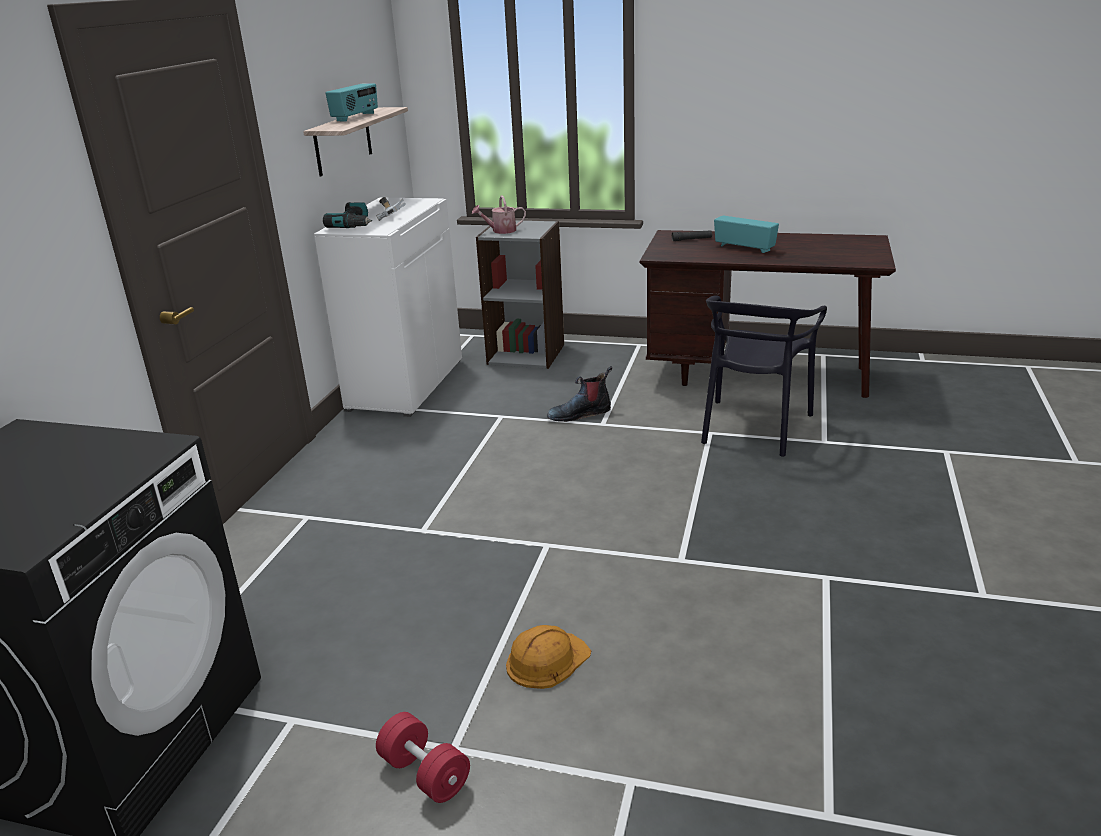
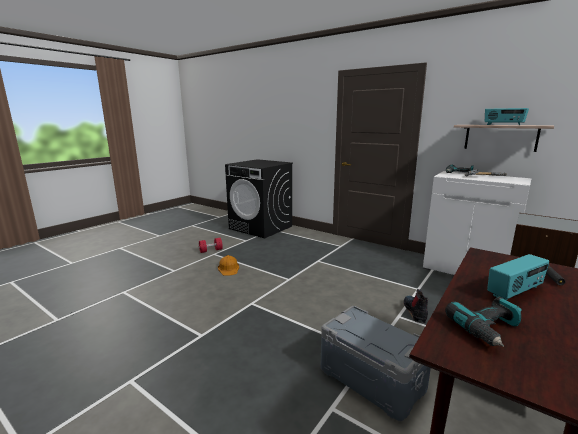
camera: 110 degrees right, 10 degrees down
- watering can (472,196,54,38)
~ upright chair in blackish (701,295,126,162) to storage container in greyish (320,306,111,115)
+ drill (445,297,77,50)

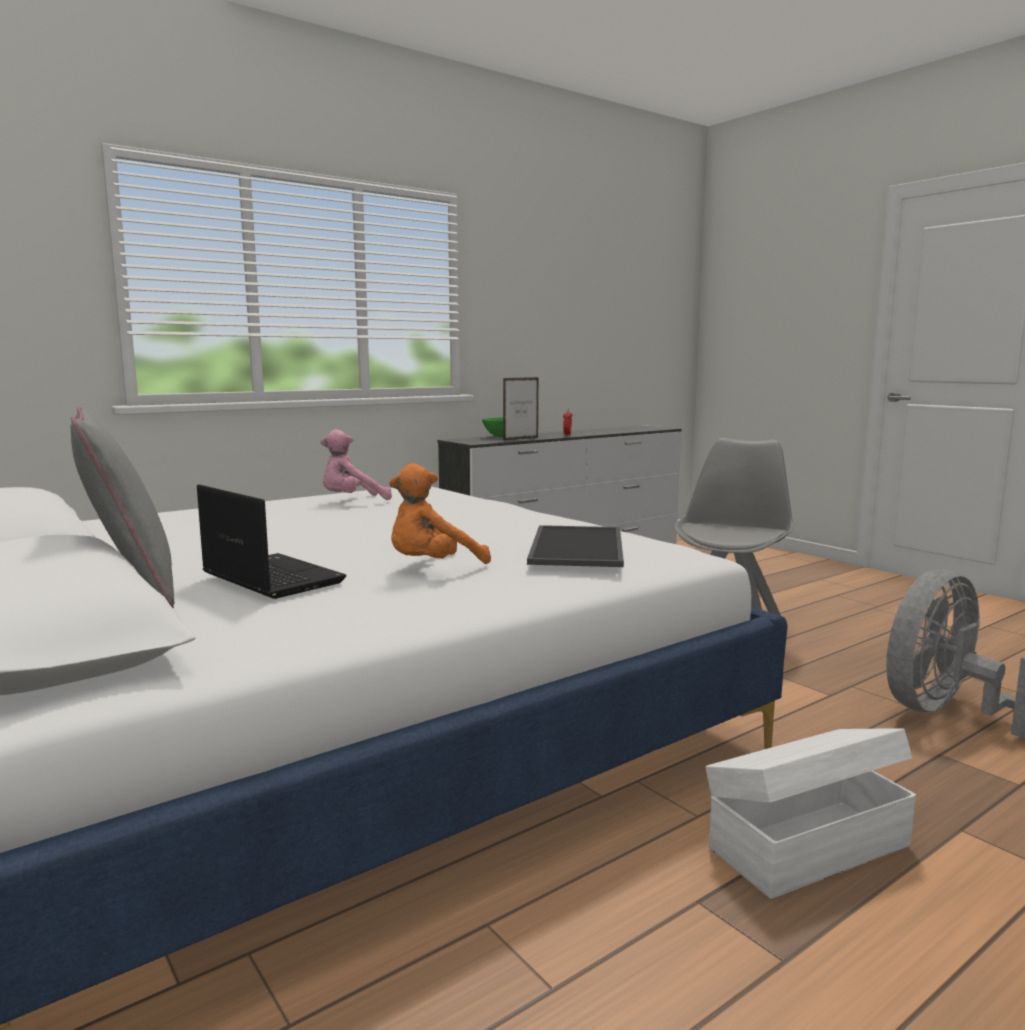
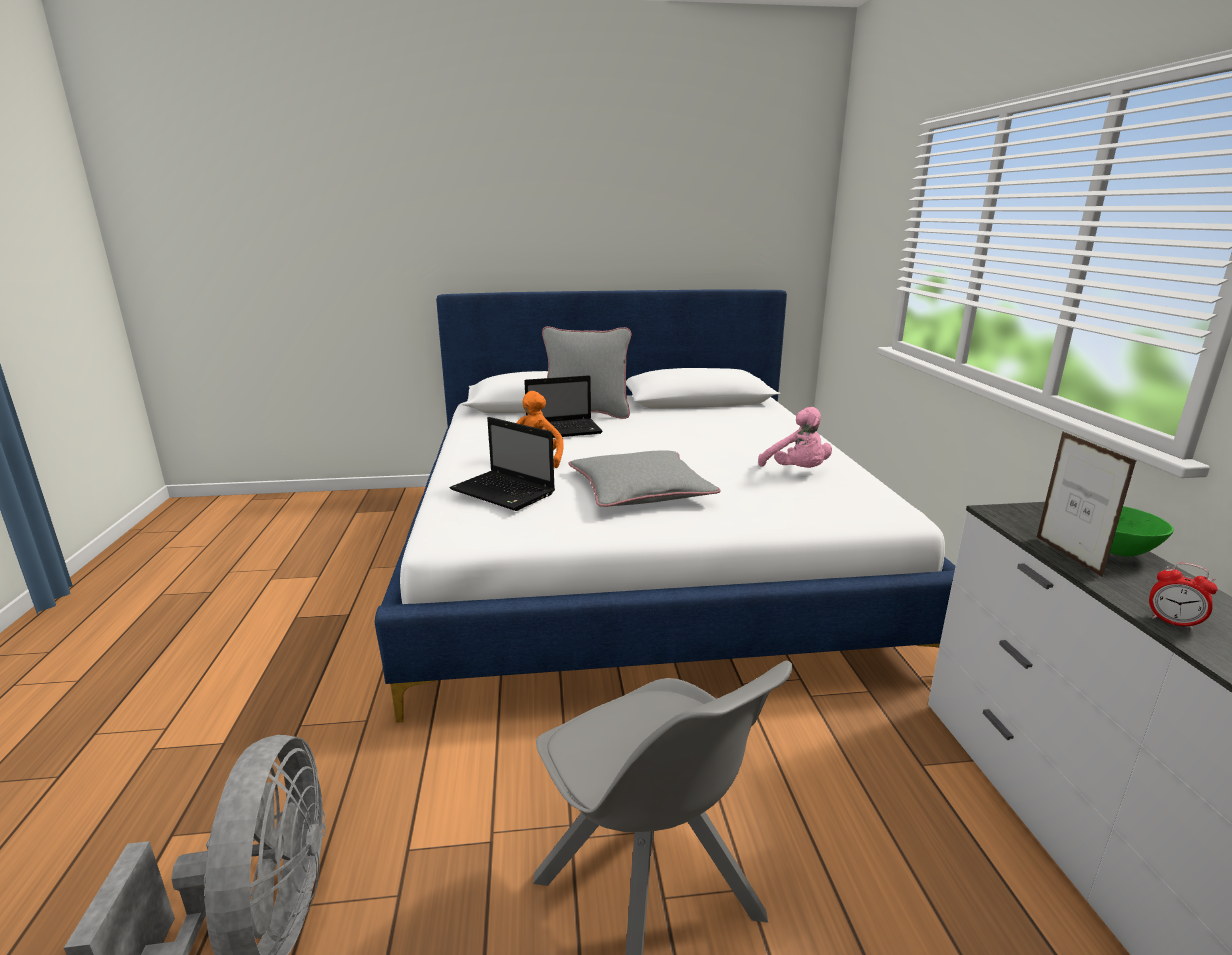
camera: 120 degrees right, 10 degrees up
~ cuddly toy in pink (321,429,71,71) = (758,407,74,61) 150 degrees clockwise
~ carrying tray (527,525,97,42) to laptop (450,417,105,94)
- storage container in white-coloured (705,729,211,170)
+ throw pillow in greyish (569,450,151,57)

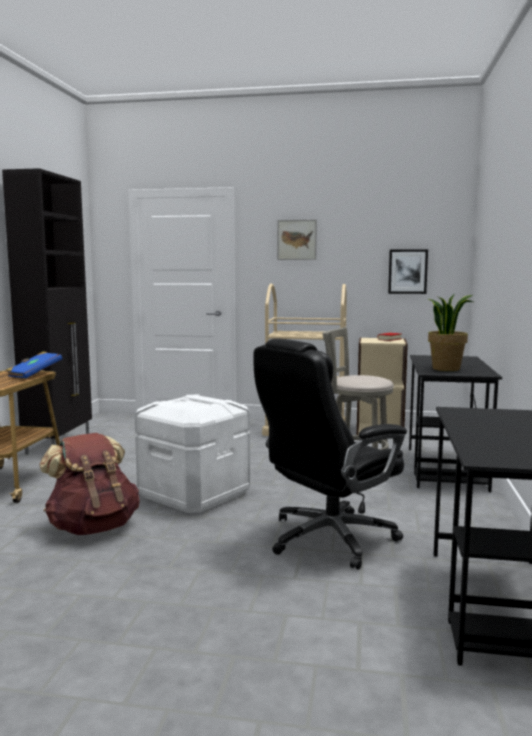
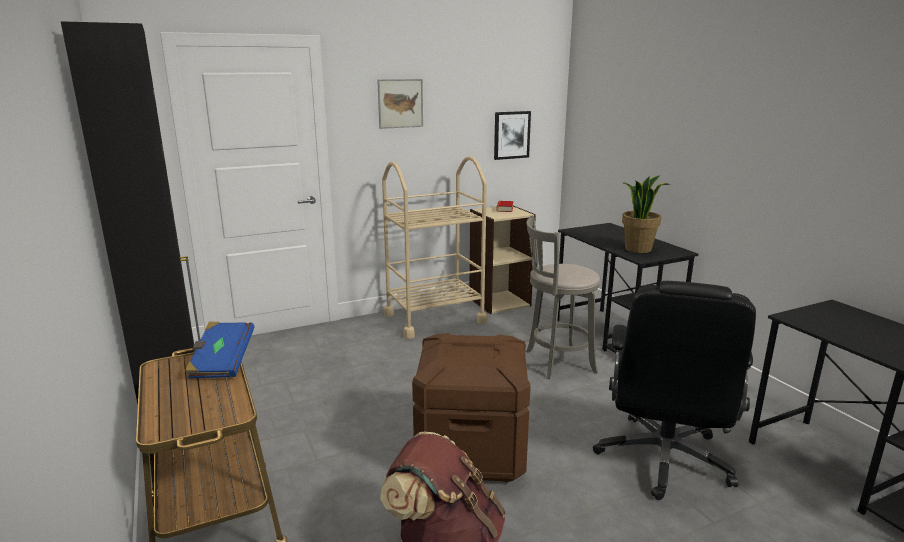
camera: 35 degrees left, 10 degrees up
~ storage container in white-coloured (135,394,115,119) to storage container in brownish (412,333,119,149)

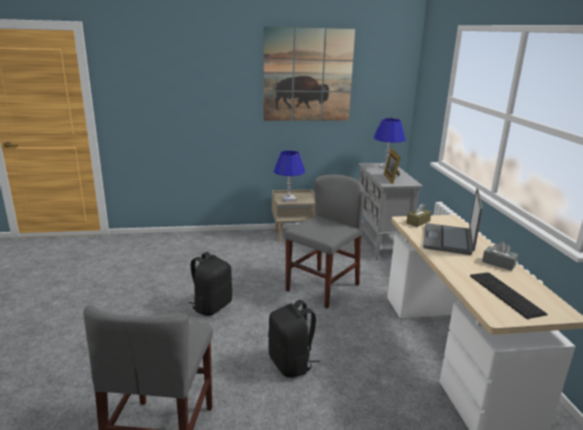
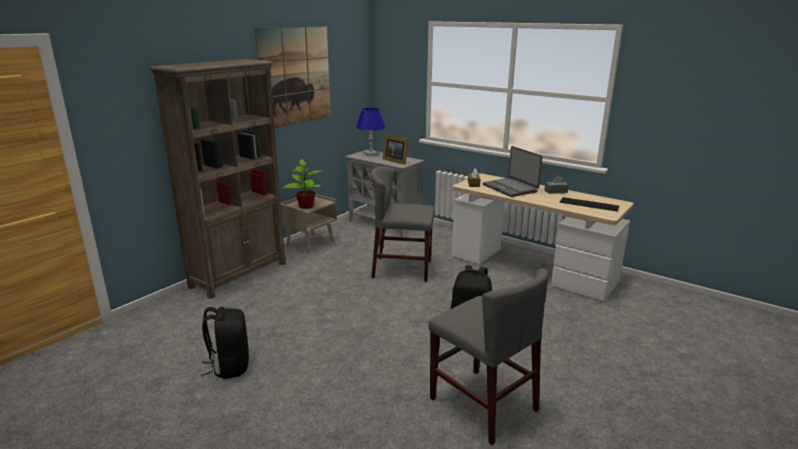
camera: 45 degrees left, 0 degrees up
~ table lamp in blue-coloured (274,150,31,51) to plant in a pot (282,158,39,51)
~ upright chair in greyish (284,175,81,133) = (371,166,64,116) 75 degrees counterclockwise
~ knapsack in blackish (189,252,43,64) to (201,307,48,72)
+ bookshelf in brownish (149,59,137,240)

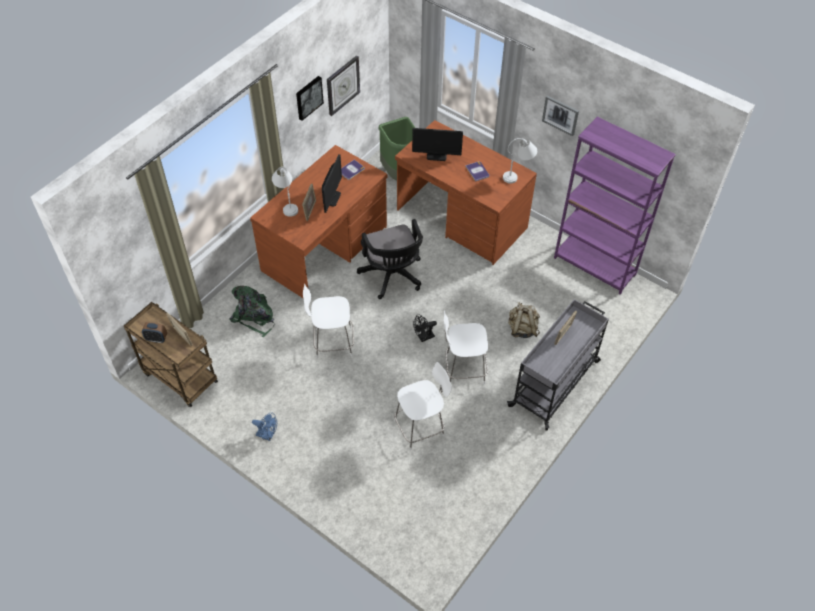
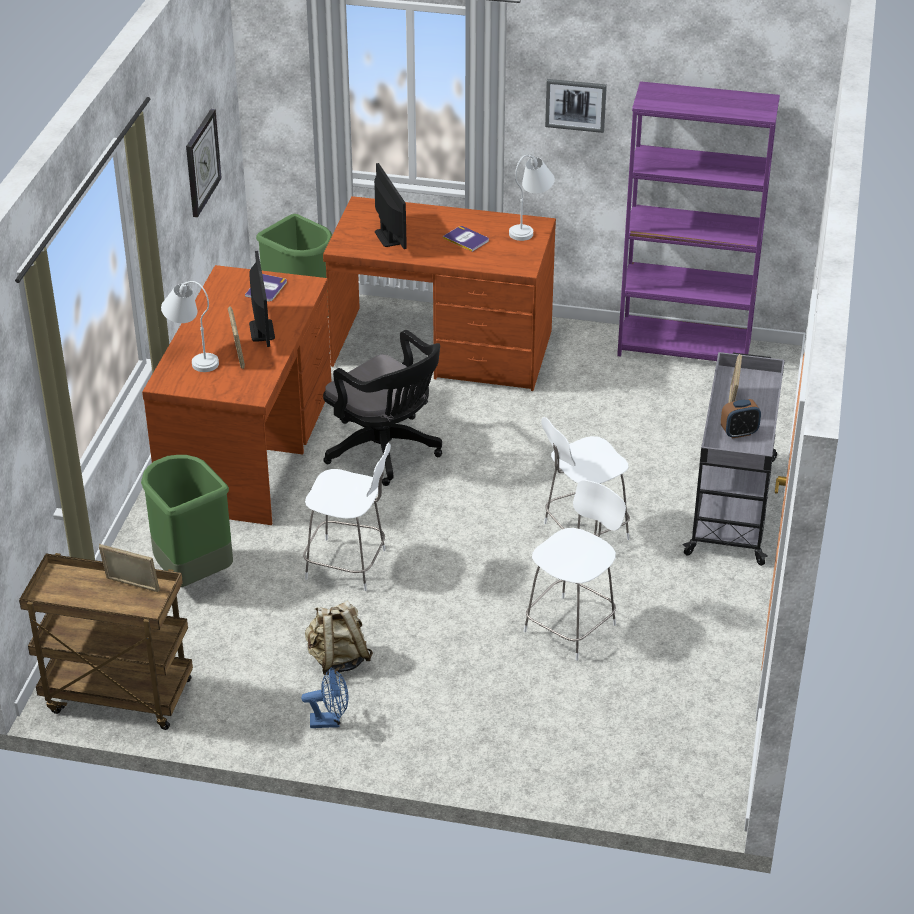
camera: 25 degrees left, 15 degrees down
- picture (296,76,28,45)
~ computer display (412,128,51,33) = (374,163,33,86) 90 degrees counterclockwise
~ upright chair in white-coloured (303,284,51,74) = (303,443,88,148) 135 degrees counterclockwise
~ knapsack in green (229,286,45,51) to waste bin in green (141,455,92,132)
~ knapsack in sand-coloured (508,302,32,36) to (305,600,68,75)
- cooling fan in blackish (413,314,24,28)
~ table clock (142,322,25,21) to (721,399,40,39)

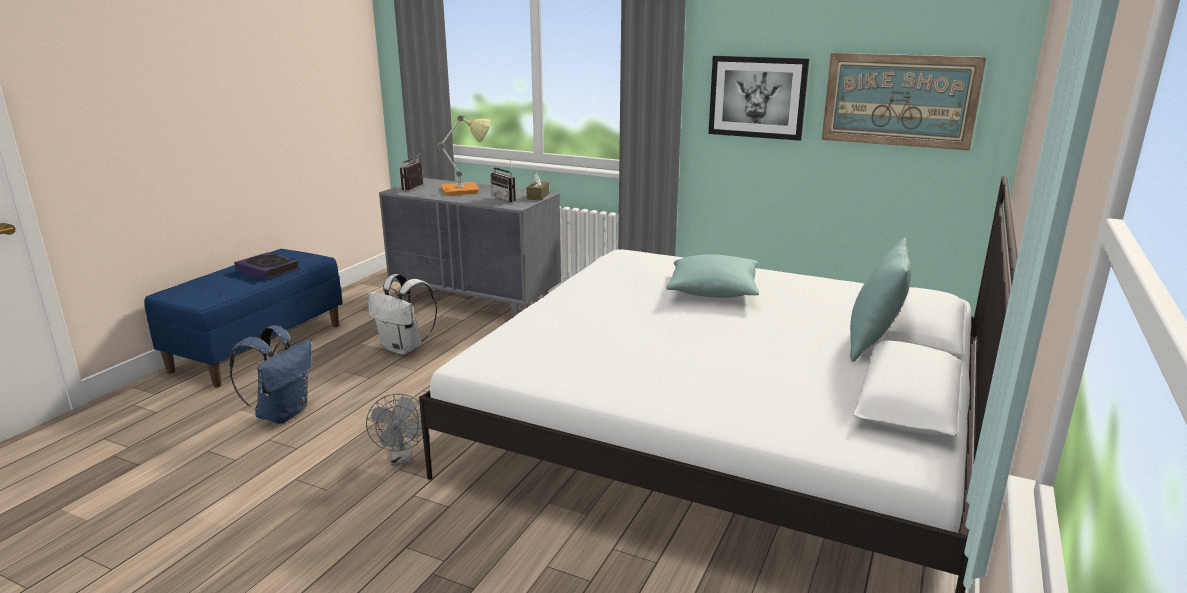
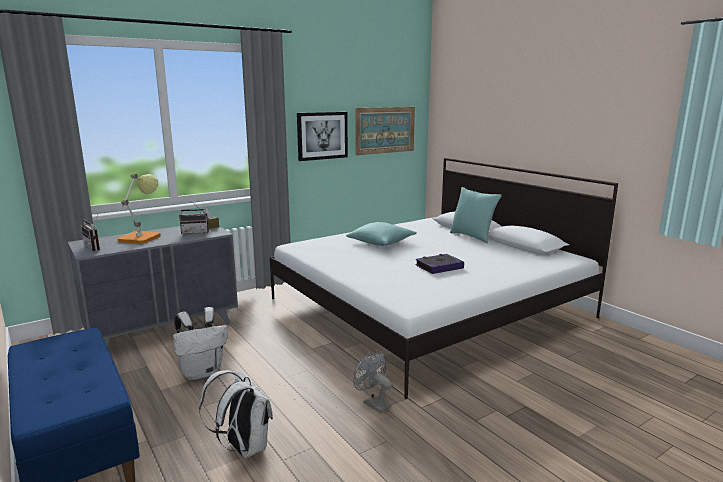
camera: 60 degrees left, 5 degrees down
~ volume (234,252,66,28) to (415,254,49,20)
~ knapsack in blue-coloured (230,325,82,99) to knapsack in white-coloured (199,370,74,88)
~ cooling fan in greyish (366,394,57,72) = (354,351,38,62) 150 degrees counterclockwise

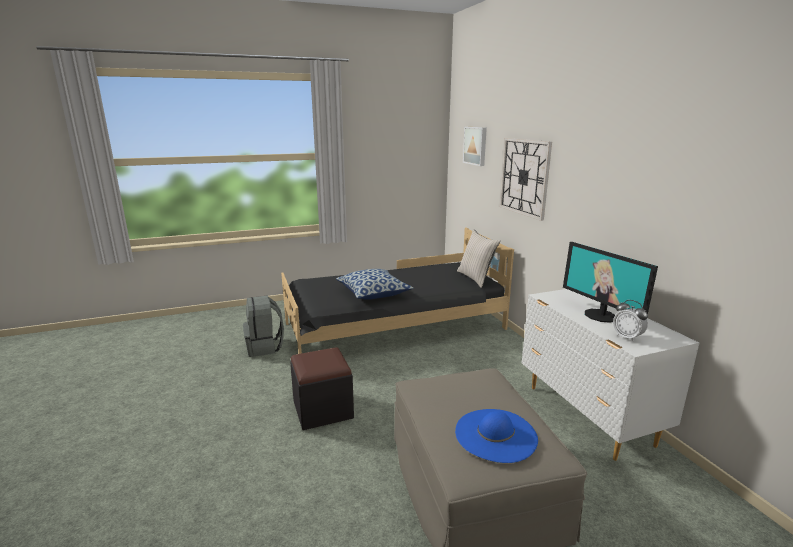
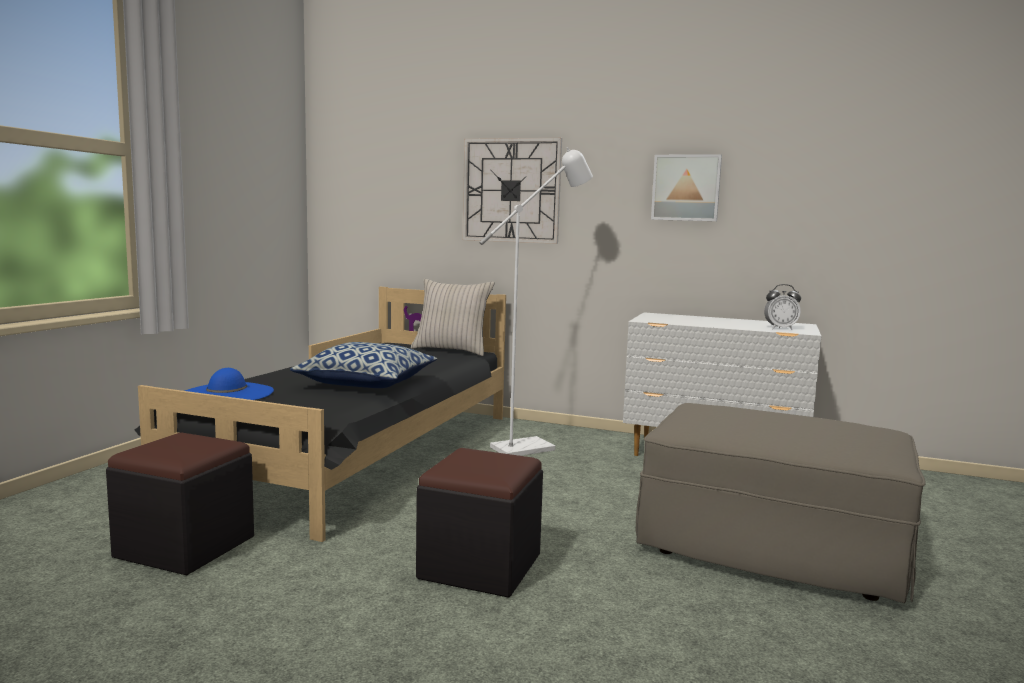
camera: 50 degrees left, 10 degrees down
~ picture (463,127,24,39) to (651,154,71,67)
- computer display (563,242,95,81)
~ knapsack in greyish (243,295,41,62) to footrest in blackish (106,433,148,143)
~ wearable hat in blue-coloured (455,409,83,54) to (185,368,89,32)
+ standard lamp in white-coloured (479,147,114,309)

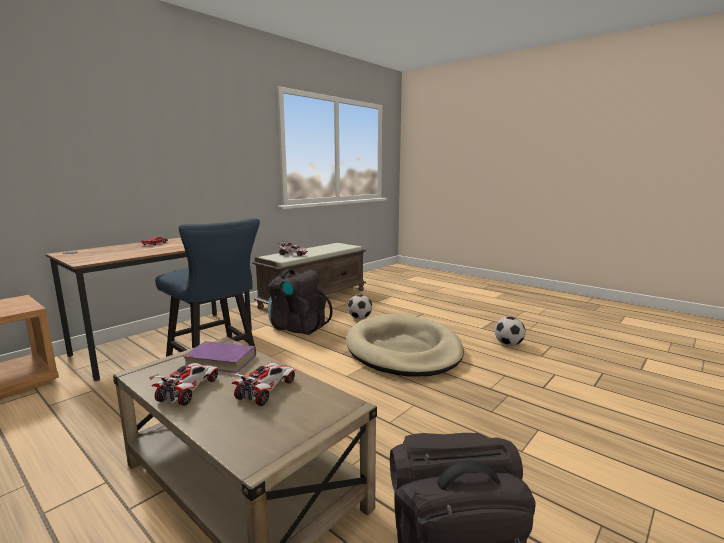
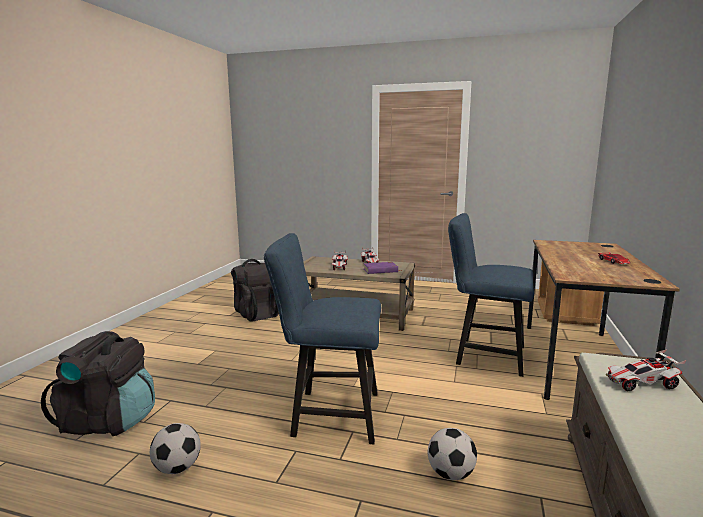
camera: 155 degrees right, 0 degrees up
~ knapsack in blackish (268,269,65,66) to (41,331,114,105)
~ dog cushion in sand-coloured (346,314,118,62) to upright chair in blue-coloured (264,233,117,211)

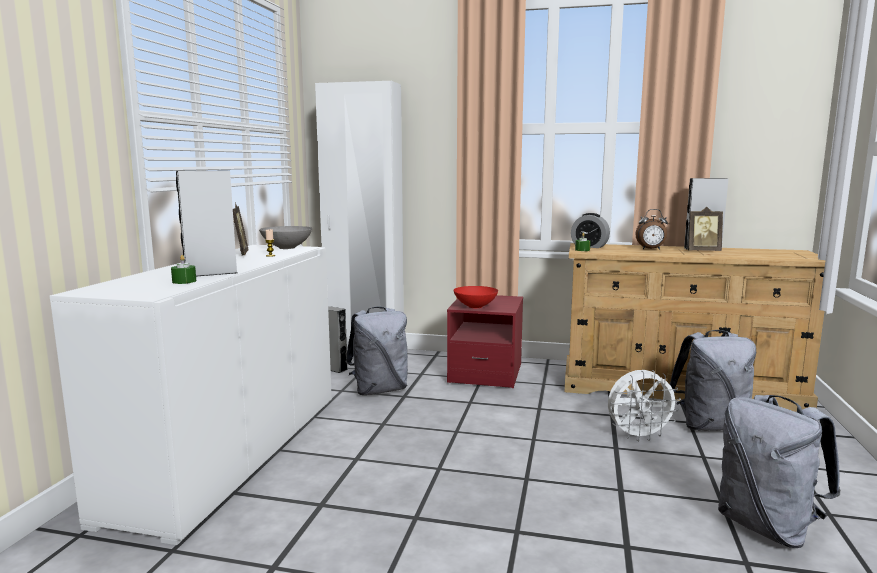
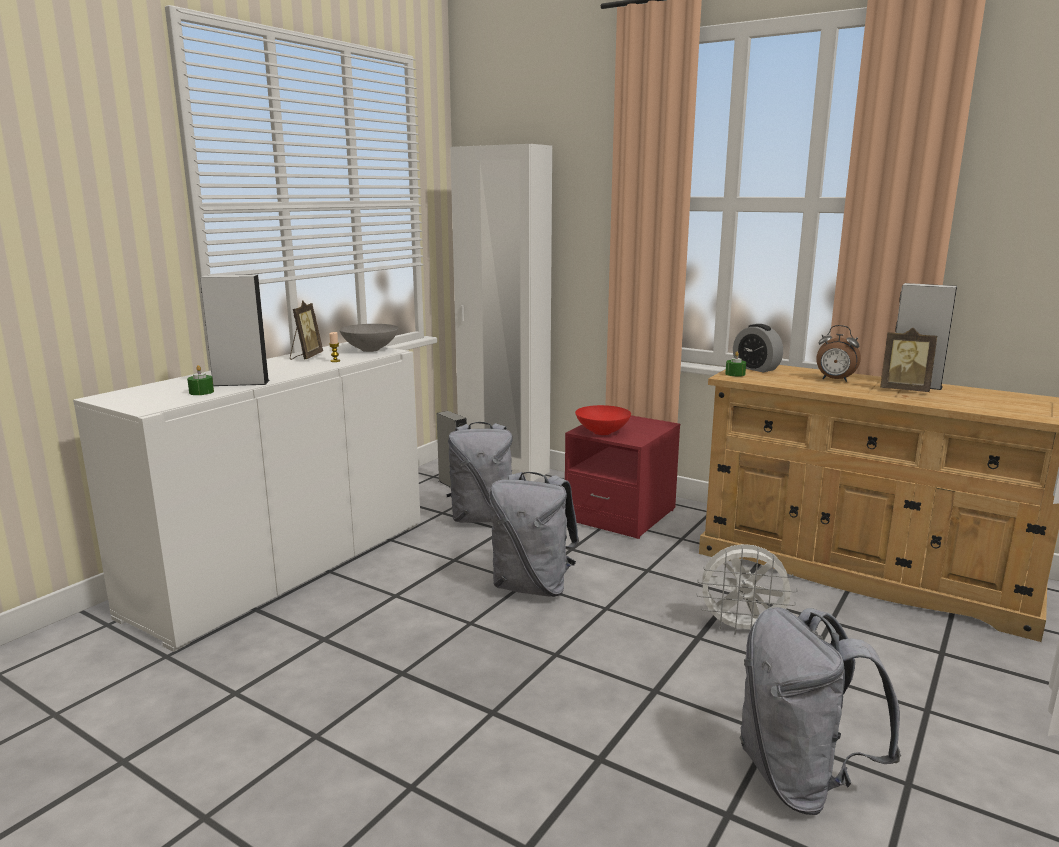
camera: 20 degrees right, 5 degrees up
~ knapsack in greyish (670,330,86,101) to (489,472,90,125)

